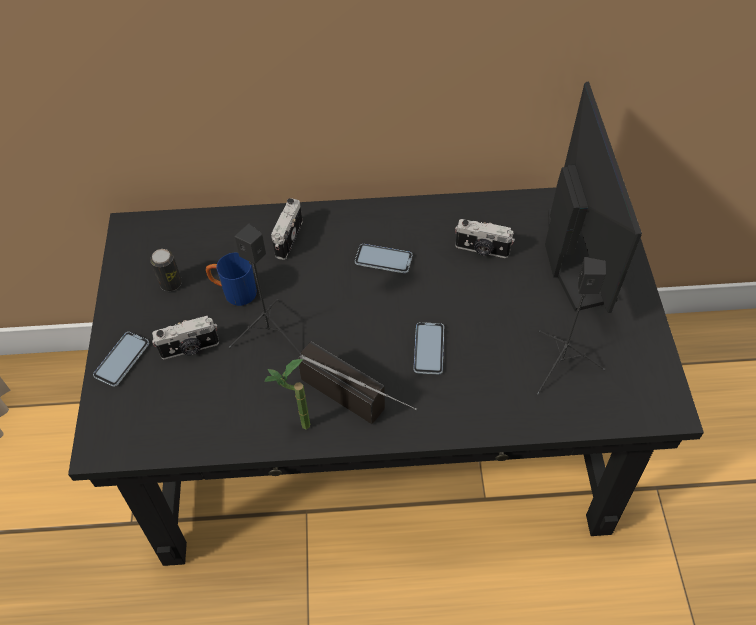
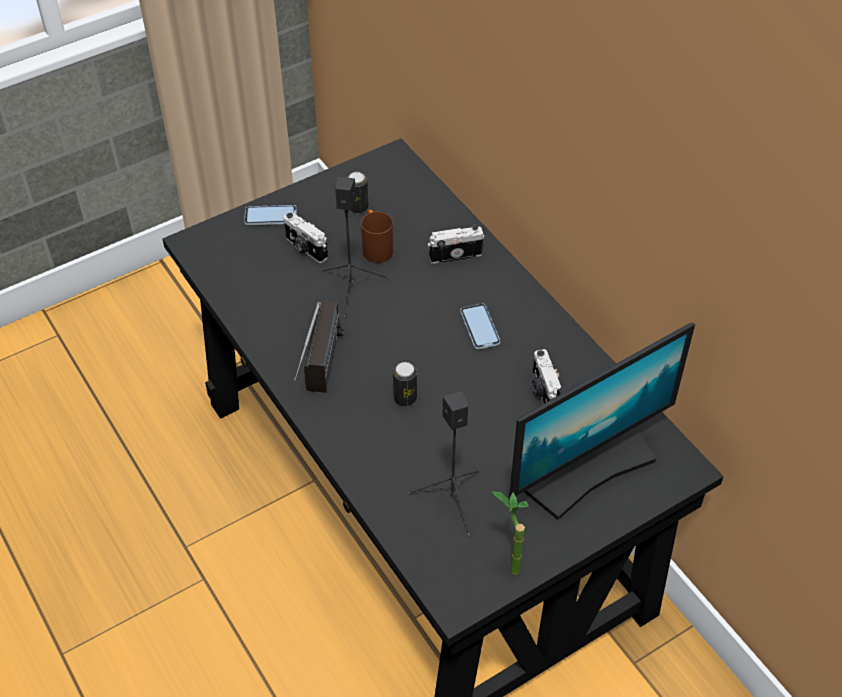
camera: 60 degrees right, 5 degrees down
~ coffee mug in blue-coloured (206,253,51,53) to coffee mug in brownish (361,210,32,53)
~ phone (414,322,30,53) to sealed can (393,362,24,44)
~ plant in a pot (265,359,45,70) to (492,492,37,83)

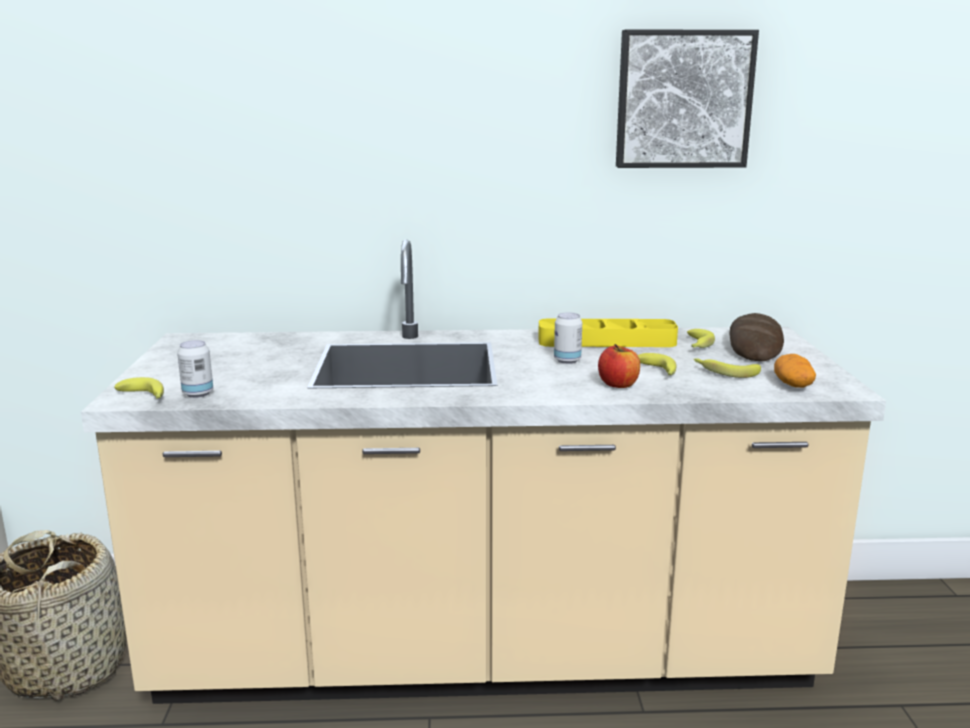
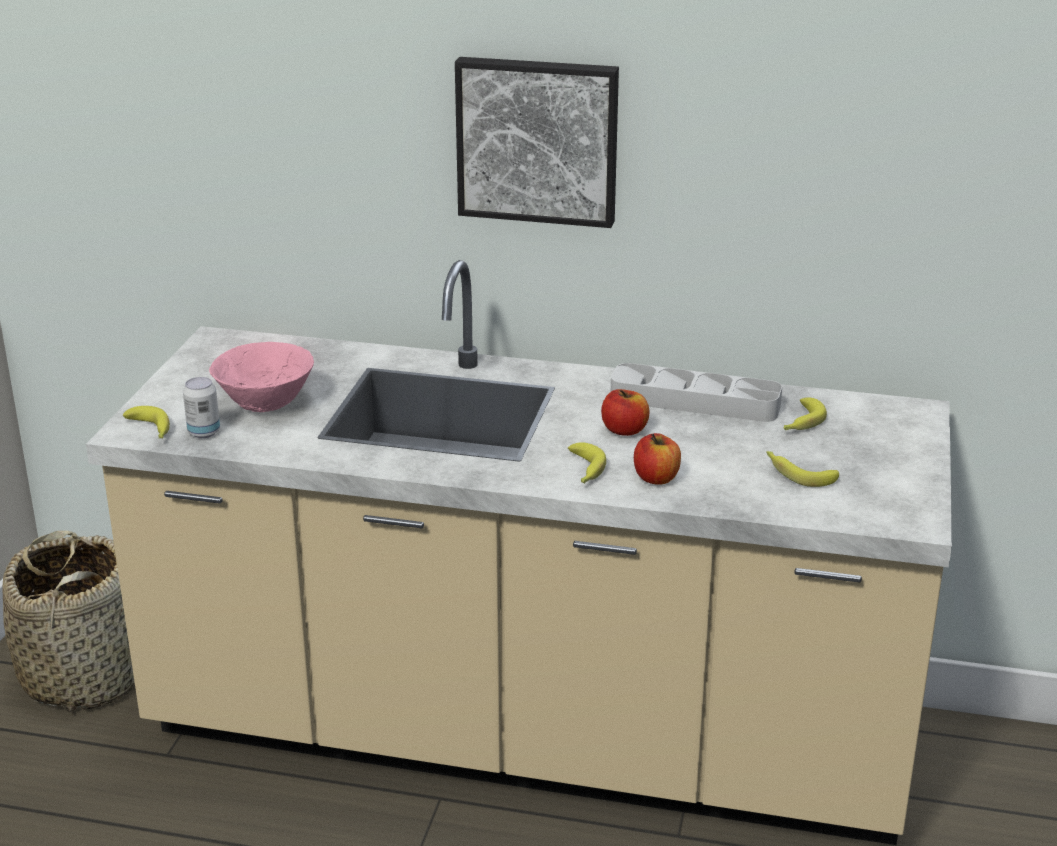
camera: 15 degrees right, 10 degrees up
~ picture (616,30,143,138) to (455,57,164,171)
~ sealed can (554,312,28,52) to whole apple (601,389,48,47)
- bakery bread (730,313,54,48)
~ carrying tray in yellow-coloured (538,319,140,28) to carrying tray in greyish (611,363,171,59)
~ banana fruit (638,353,38,23) to (568,442,38,42)
- potato (774,354,42,34)
+ serving bowl in pink (209,342,105,70)

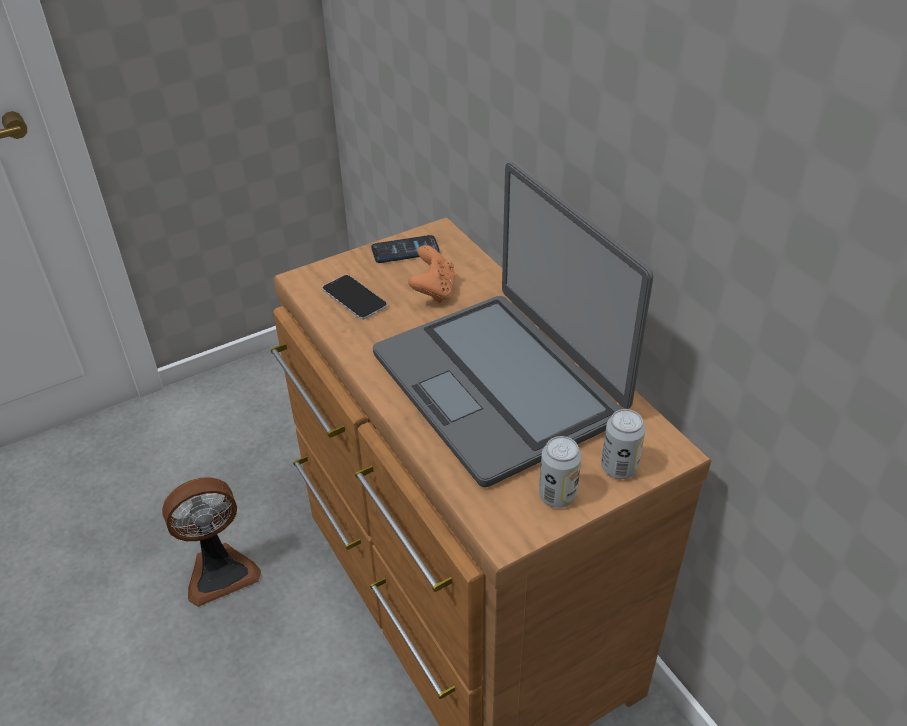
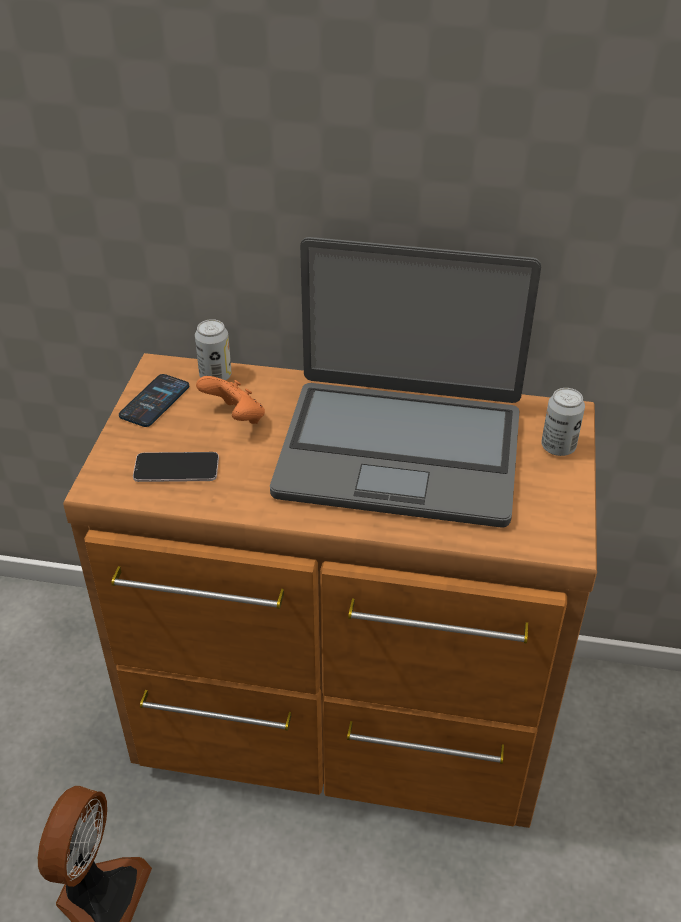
camera: 50 degrees left, 0 degrees up
~ sealed can (539,436,43,72) to (195,319,37,61)

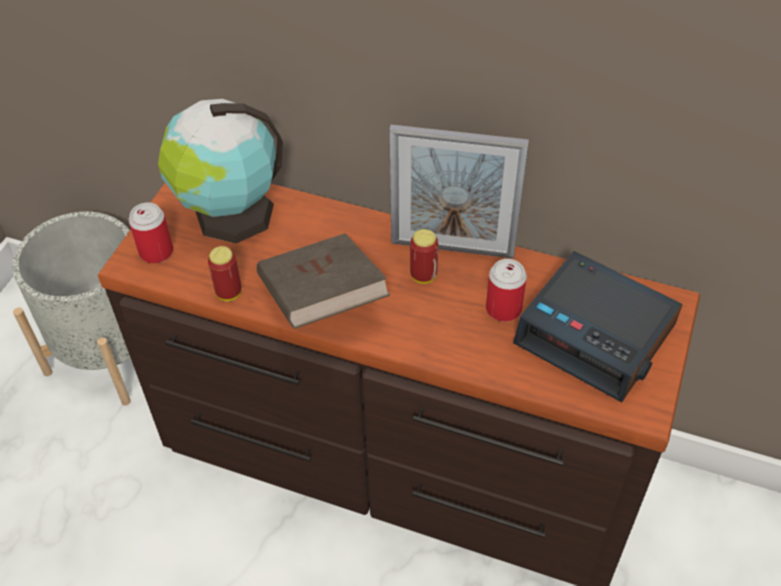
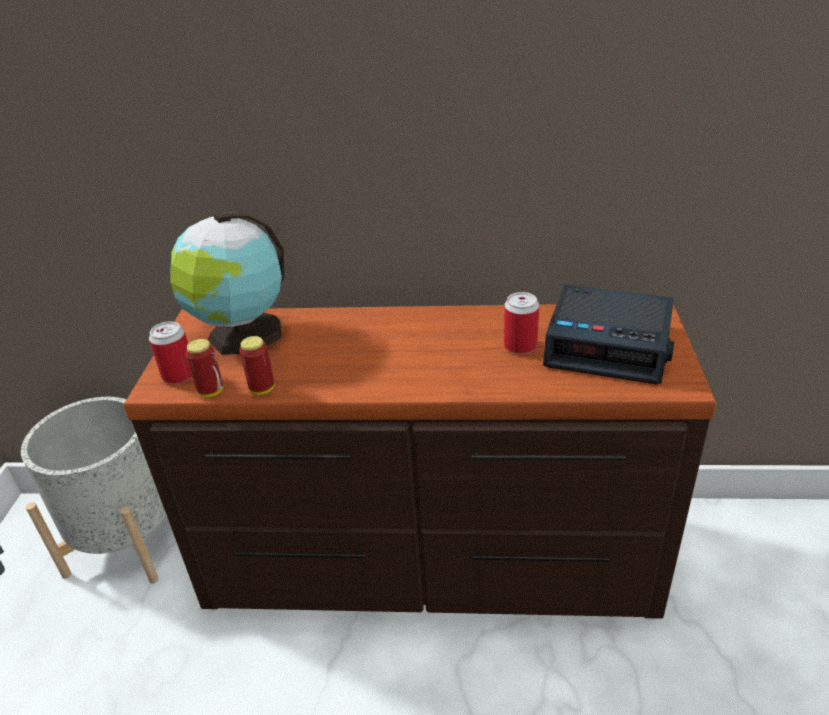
camera: 15 degrees left, 15 degrees down
- picture frame (389,125,140,134)
~ sealed can (410,229,28,55) to (186,339,37,58)
- volume in brownish (257,233,133,96)

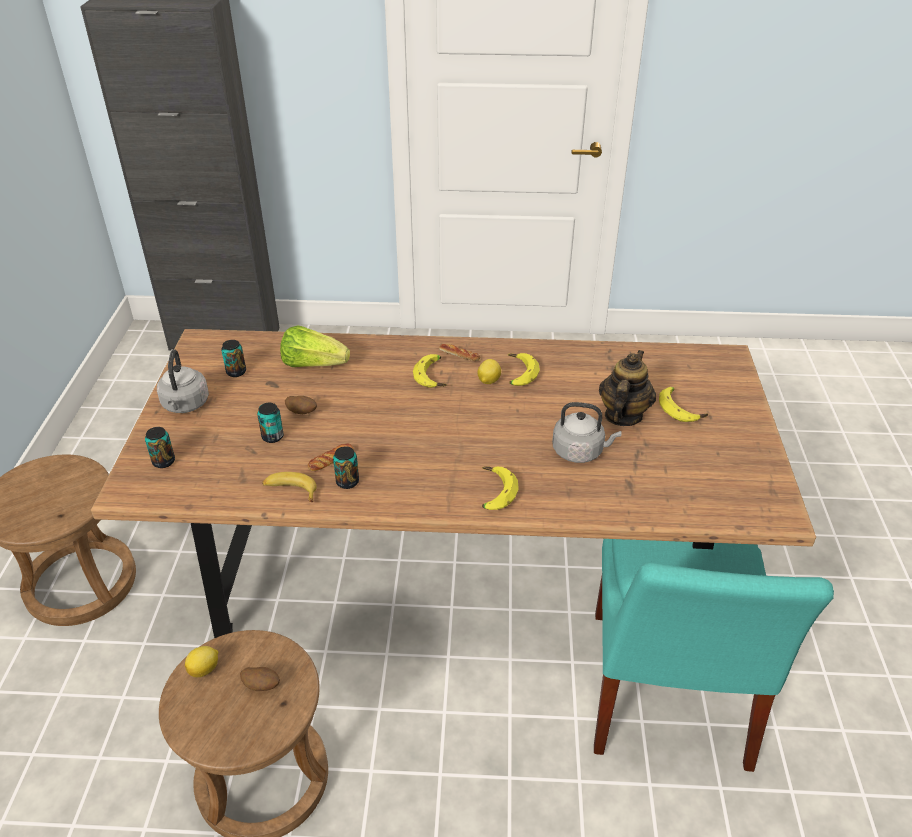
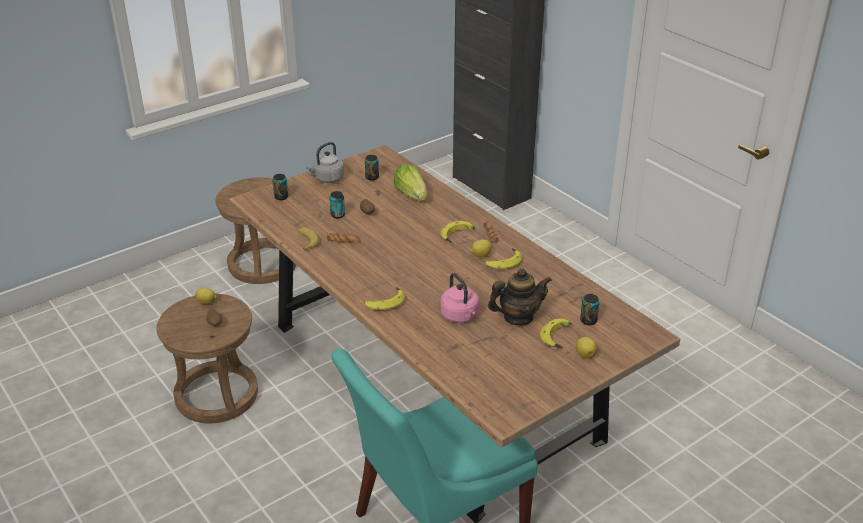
camera: 50 degrees right, 5 degrees down
~ tea kettle in greyish (552,402,69,61) to tea kettle in pink (440,273,39,50)
~ sealed can (333,446,26,43) to (580,294,19,31)
+ whole lemon (576,337,21,22)

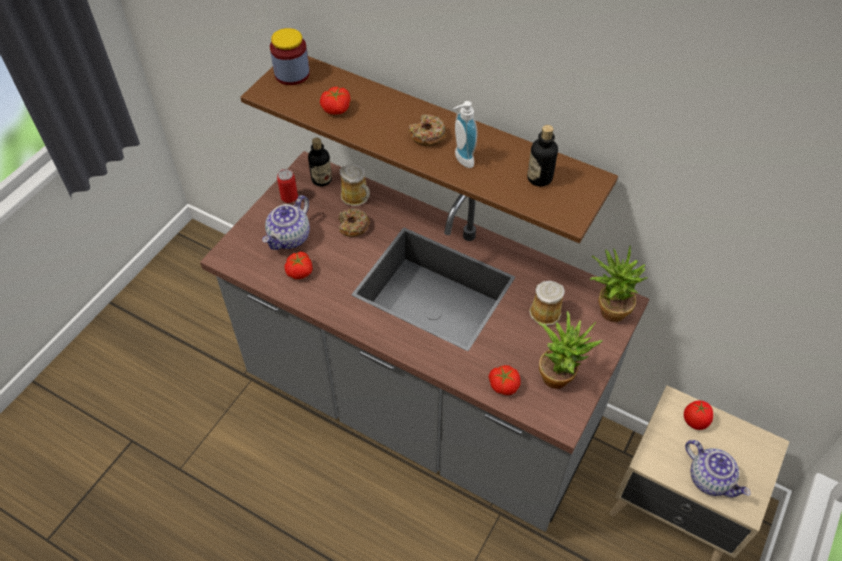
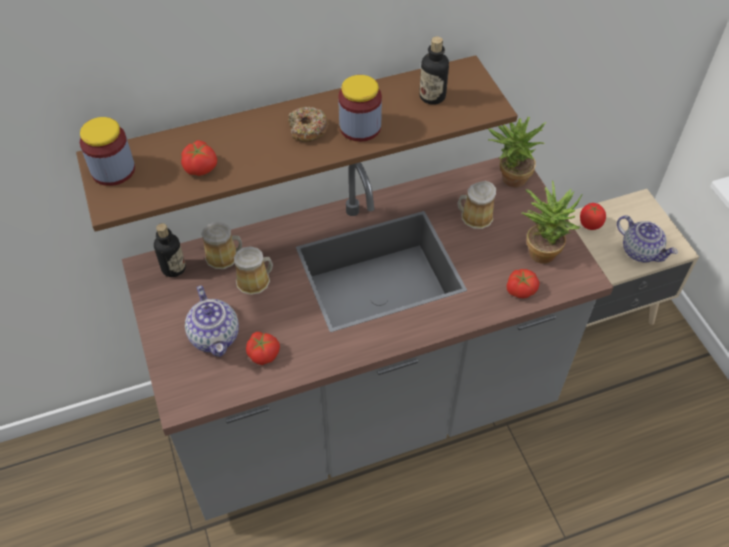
camera: 50 degrees left, 0 degrees up
~ soap dispenser (453,101,25,67) to storage jar (338,75,44,67)
- sealed can (277,169,21,34)
~ ring doughnut (339,208,31,29) to coffee mug (234,246,39,49)
~ teapot (685,440,65,57) = (617,215,61,48) 45 degrees clockwise

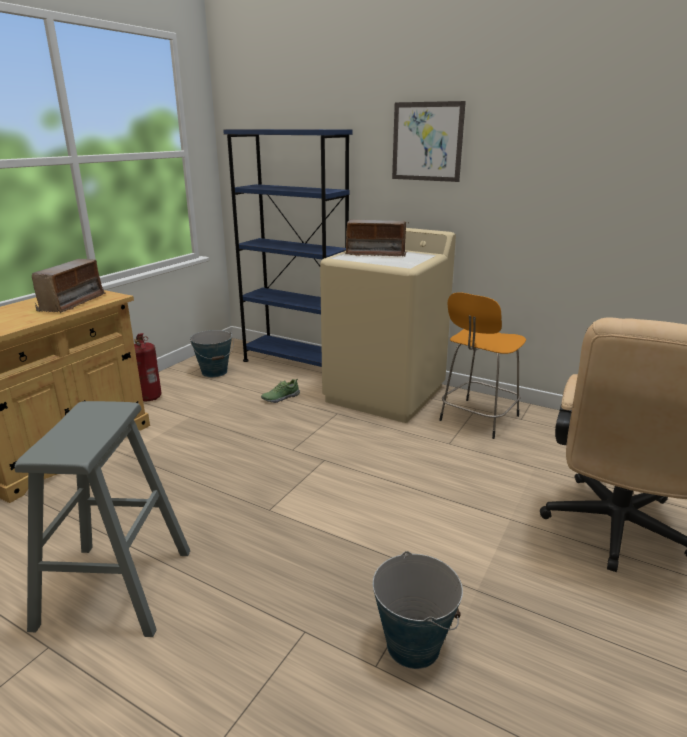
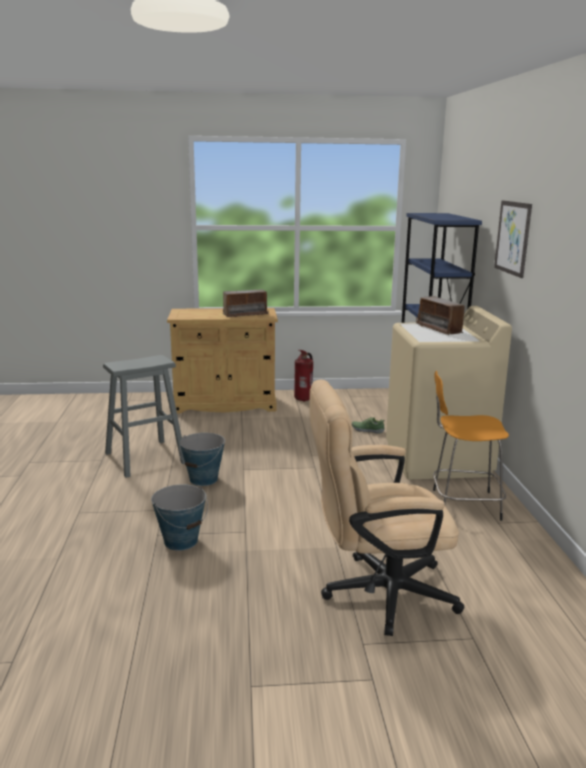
camera: 55 degrees right, 5 degrees down
~ pail (190,330,44,47) to (179,433,46,53)

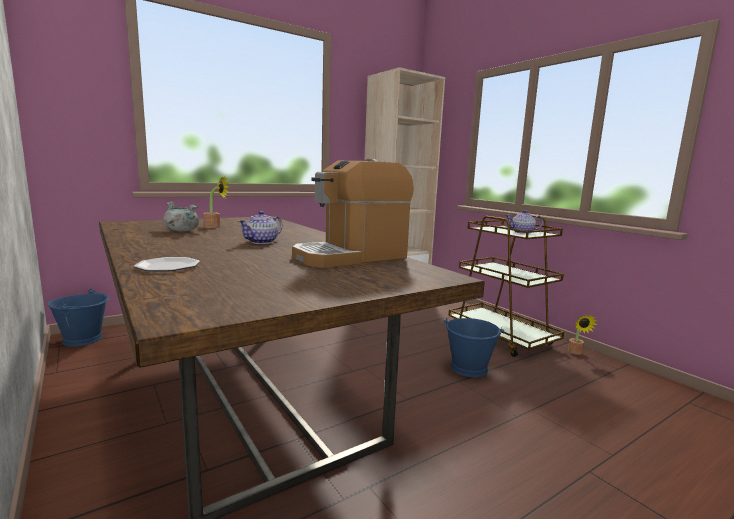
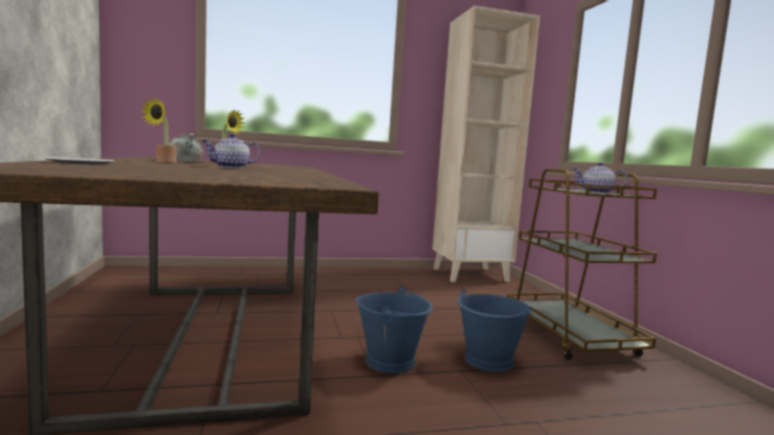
camera: 20 degrees right, 5 degrees down
- coffee machine (292,159,122,109)
~ pail in blue-coloured (48,289,61,58) to (356,286,77,87)
~ plant in a pot (568,314,30,41) to (141,97,35,66)

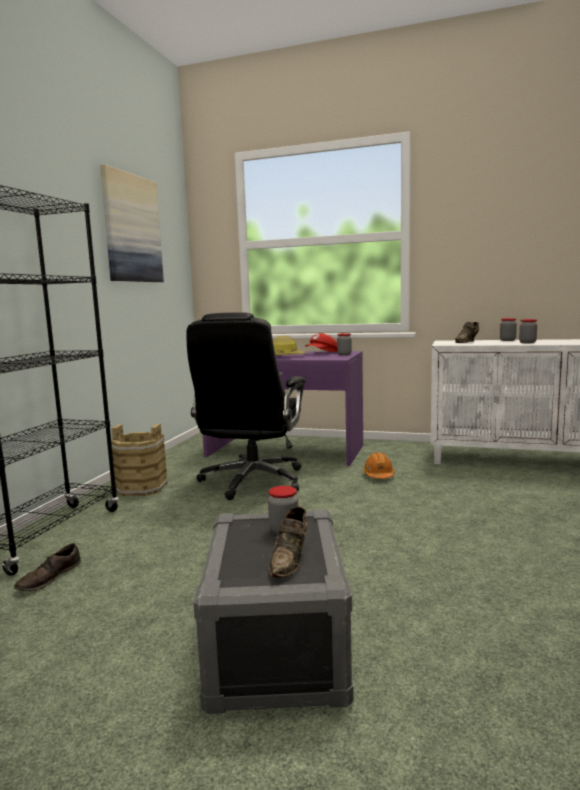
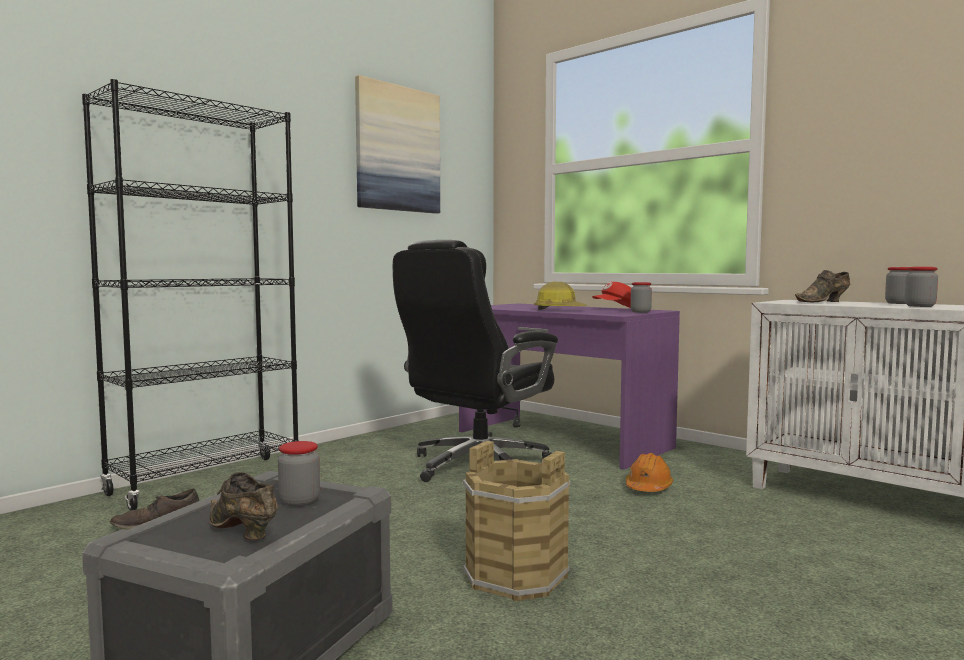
camera: 25 degrees right, 5 degrees down
~ pail in brownish (111,424,57,72) to (463,441,107,160)
~ low shoe in brownish (269,507,39,71) = (209,472,69,69) 90 degrees clockwise

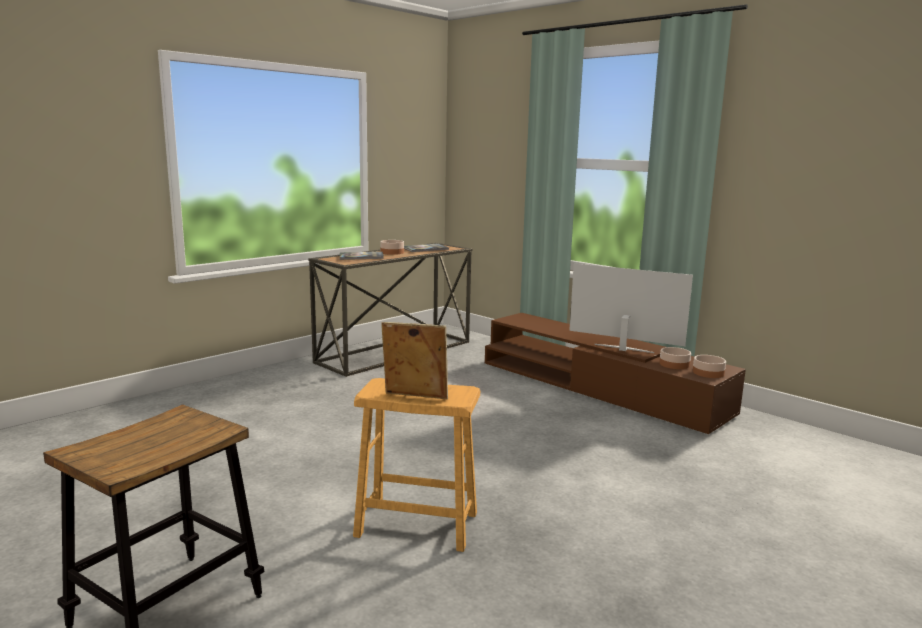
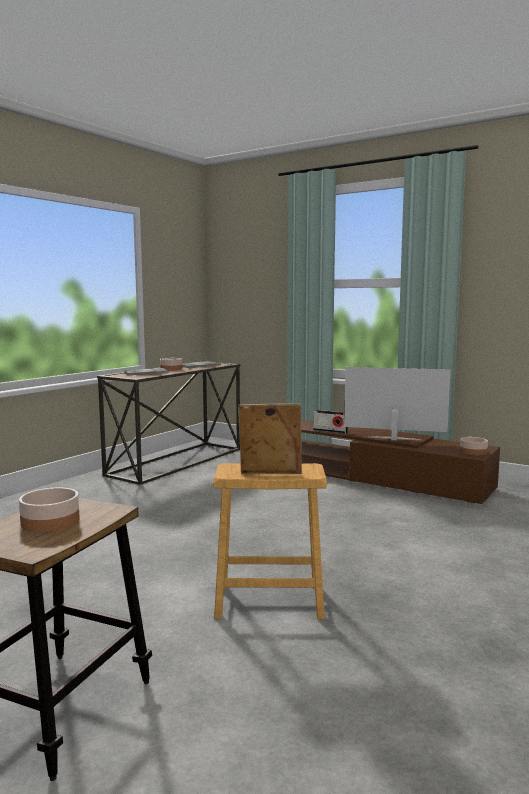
camera: 10 degrees left, 5 degrees down
~ serving bowl (659,347,32,22) to (19,487,61,45)
+ radio set (313,410,35,23)

